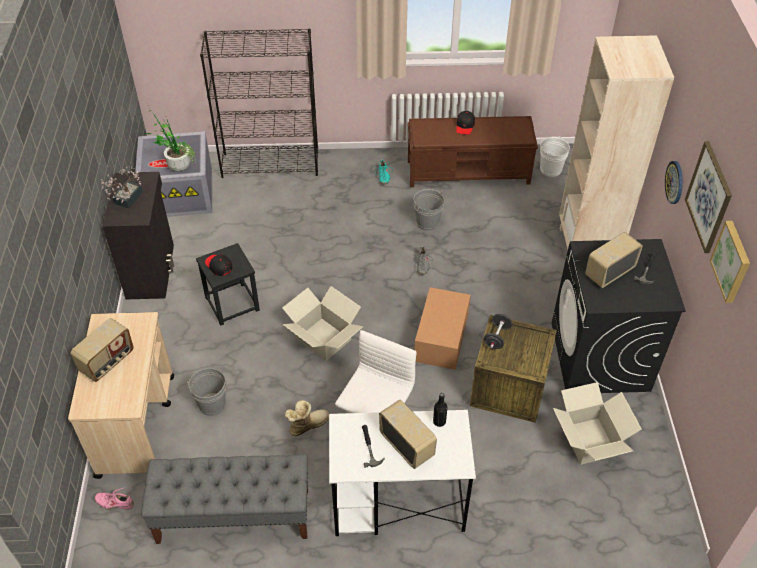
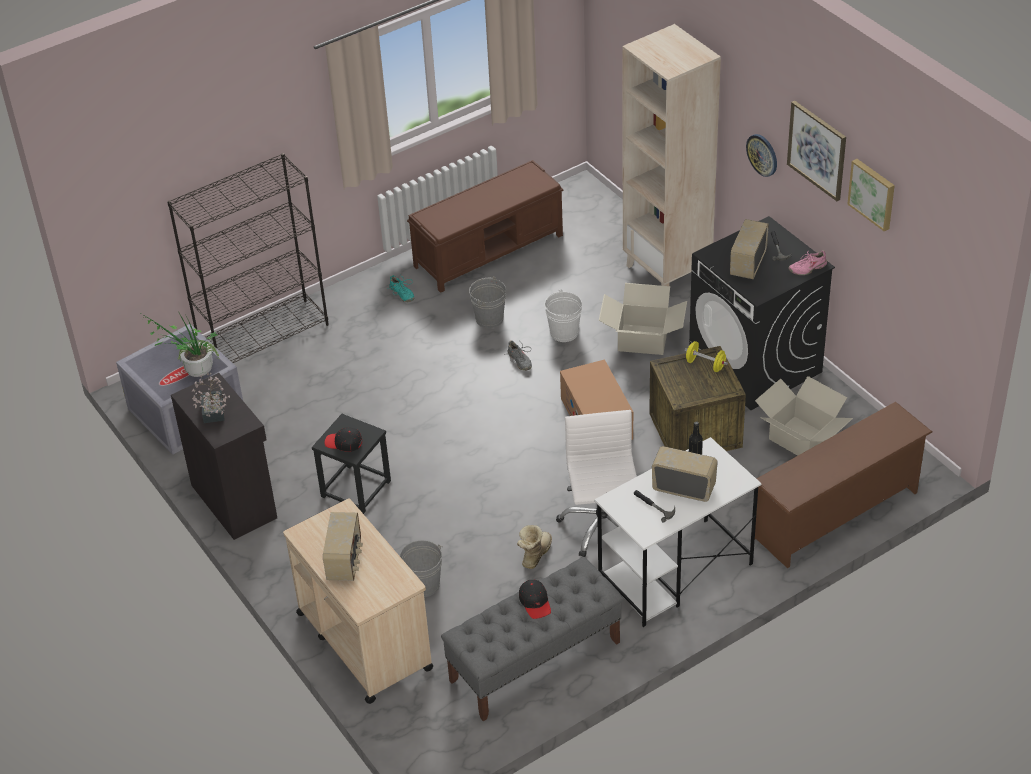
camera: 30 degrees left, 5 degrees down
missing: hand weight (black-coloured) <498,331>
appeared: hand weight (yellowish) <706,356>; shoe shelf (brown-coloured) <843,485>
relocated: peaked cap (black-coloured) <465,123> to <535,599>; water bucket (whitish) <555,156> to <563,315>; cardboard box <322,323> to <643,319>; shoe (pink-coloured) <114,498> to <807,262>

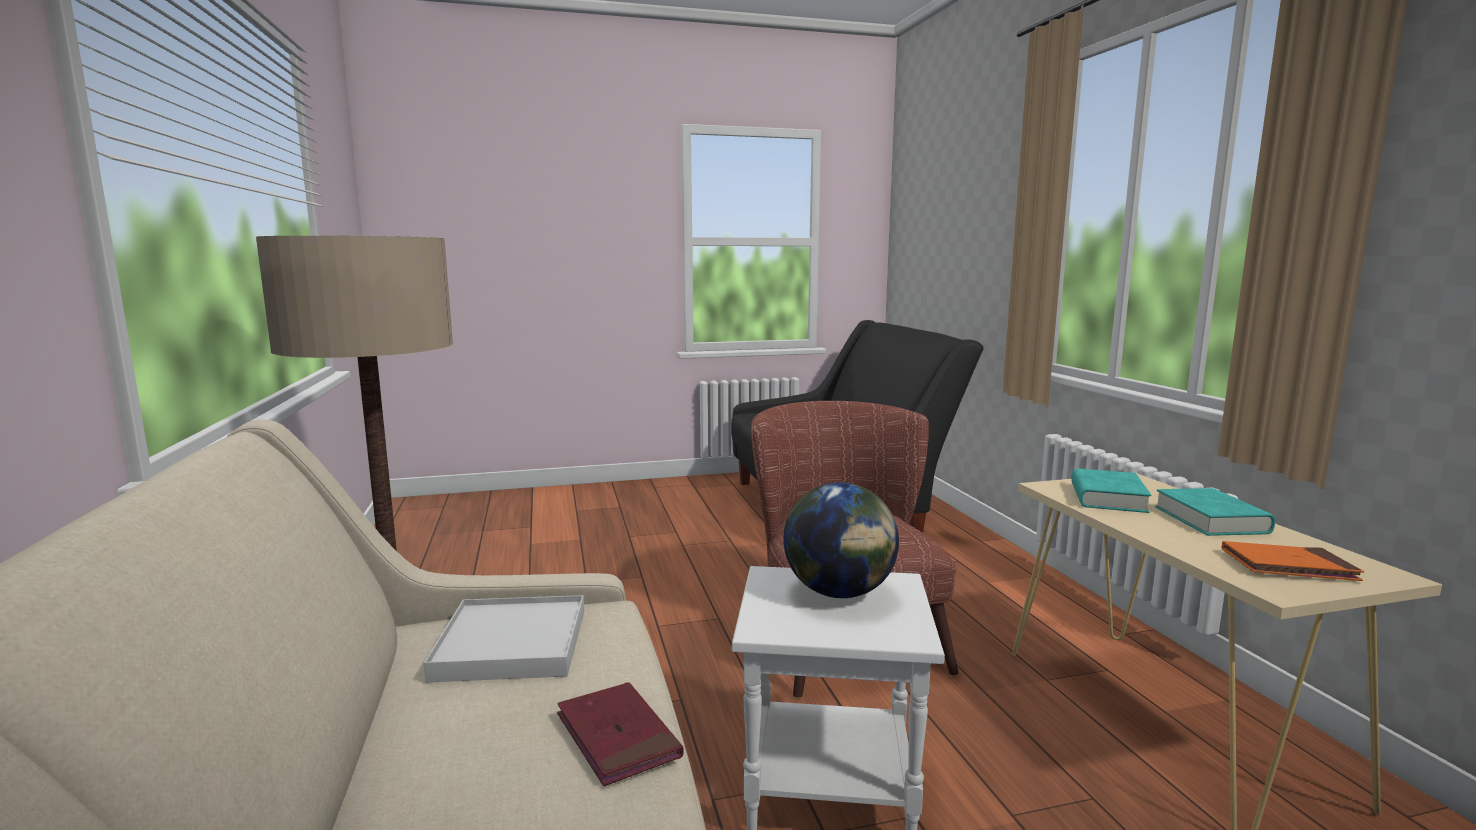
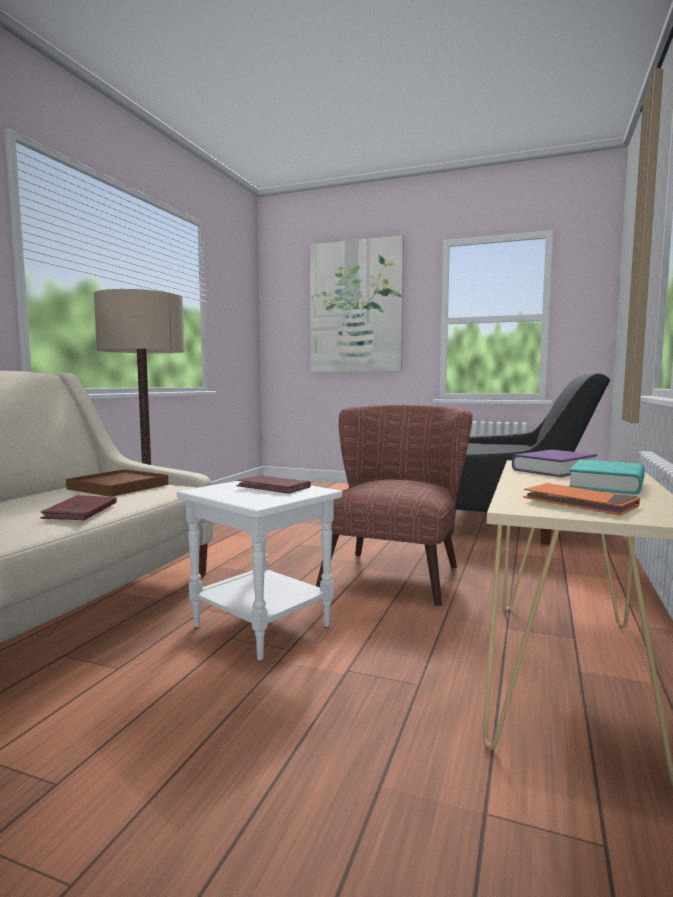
camera: 35 degrees right, 5 degrees down
appeared: wall picture <357,303>
exchanged: globe <841,540> to book (reddish) <273,484>
colour: tray (whitish) <504,639> to tray (brown-coloured) <117,483>; book (blue-green) <1111,491> to book (purple-coloured) <554,463>

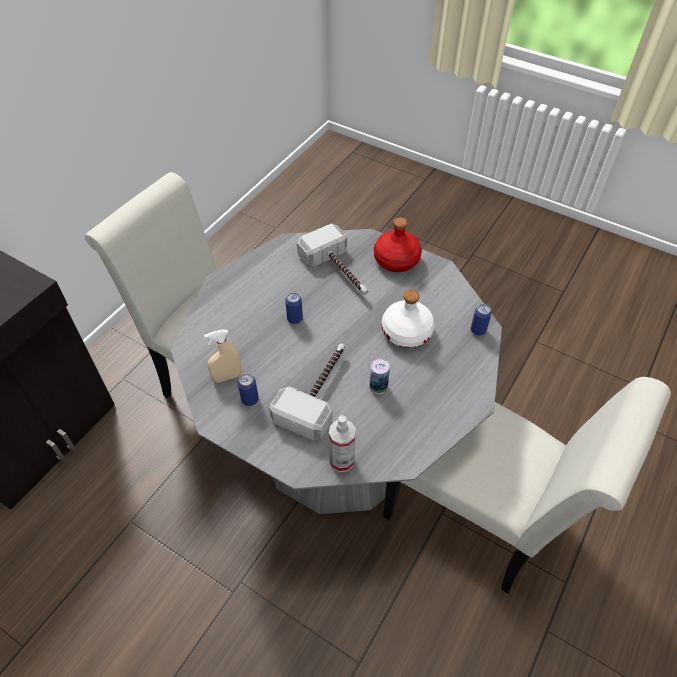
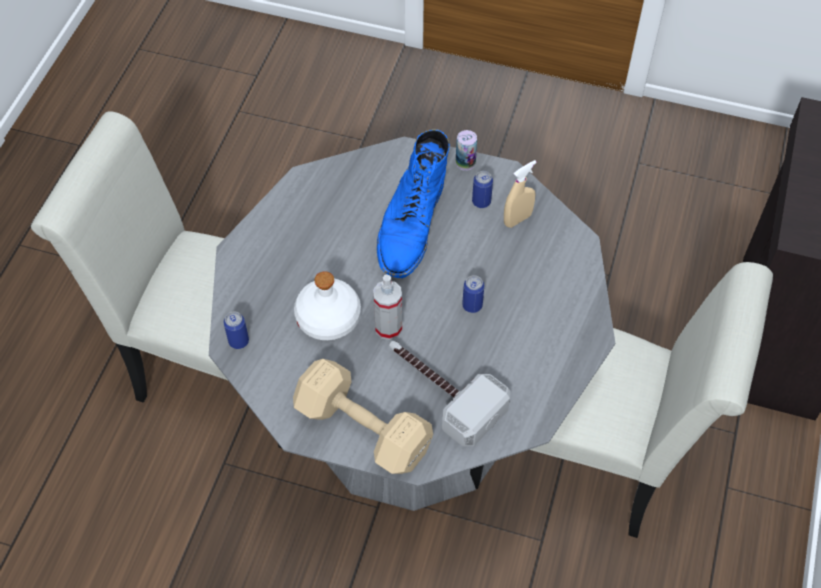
camera: 165 degrees right, 5 degrees up
relocated: hand sprayer <342,443> to <387,307>; metal can <379,376> to <466,150>
exchanged: bottle (reddish) <398,245> to hand weight (beige-coloured) <363,416>; hand hammer <307,391> to tall boot (blue-coloured) <413,203>

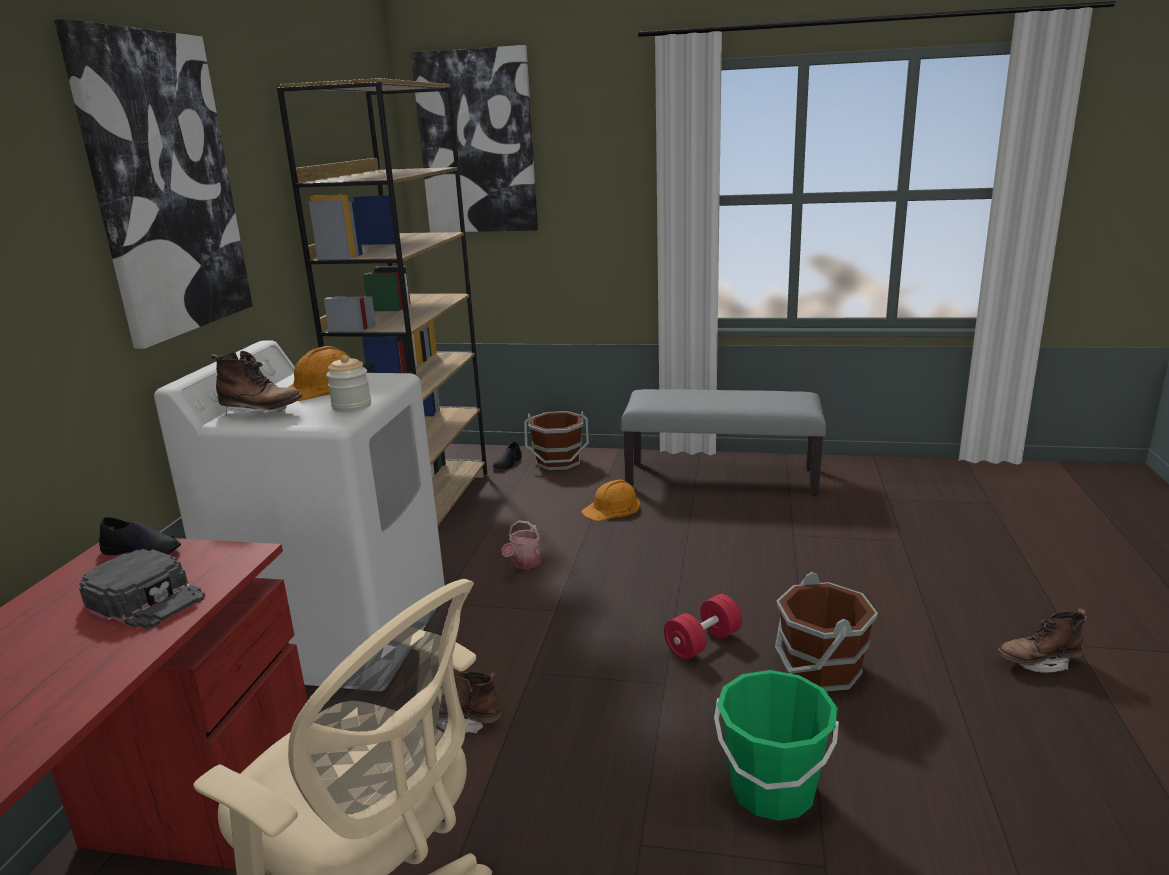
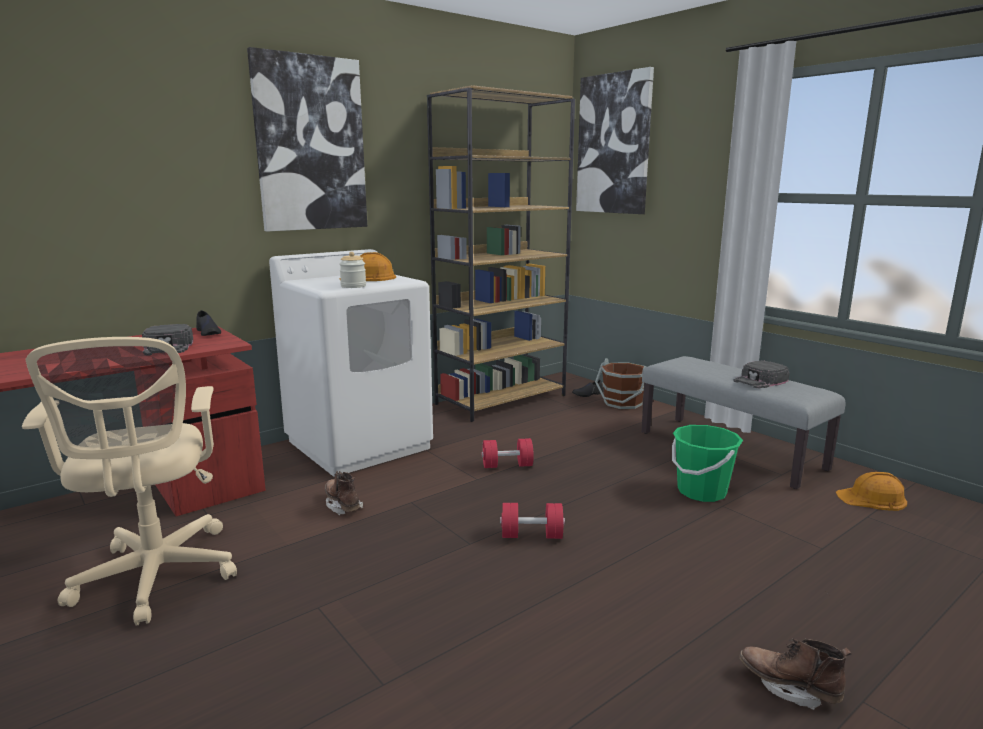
camera: 40 degrees right, 5 degrees down
missing: tall boot (brown-coloured) <257,384>; watering pot <521,544>; water bucket (brown-coloured) <826,632>
appeared: hand weight (reddish) <508,453>; peaked cap (black-coloured) <761,375>
relocated: water bucket (green-coloured) <776,745> to <707,463>; work helmet (orangey) <610,500> to <871,491>

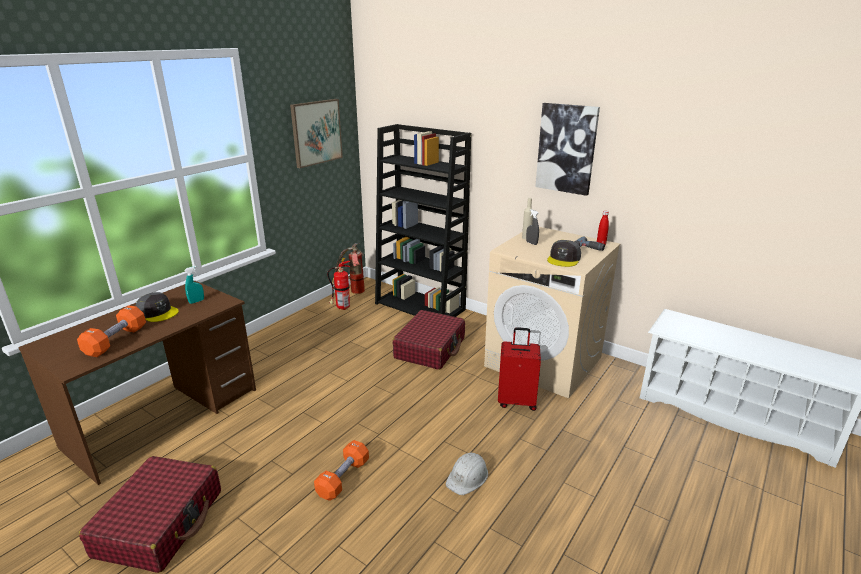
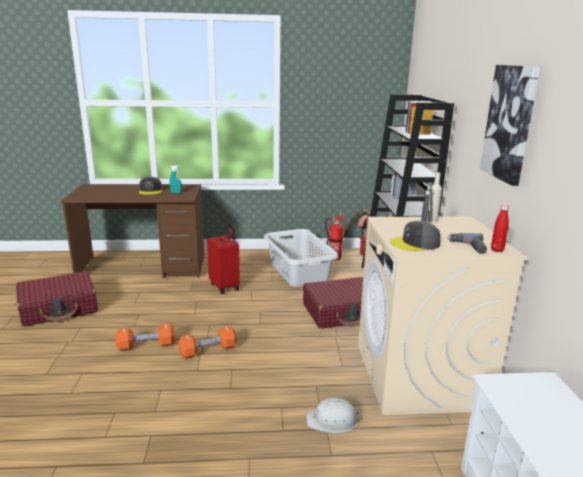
camera: 50 degrees right, 5 degrees down
missing: wall picture <316,133>
appeared: laundry basket (greyish) <301,258>
relocated: hand weight (orangey) <111,331> to <207,342>; travel case (reddish) <519,369> to <223,259>; work helmet (whitish) <467,474> to <333,415>

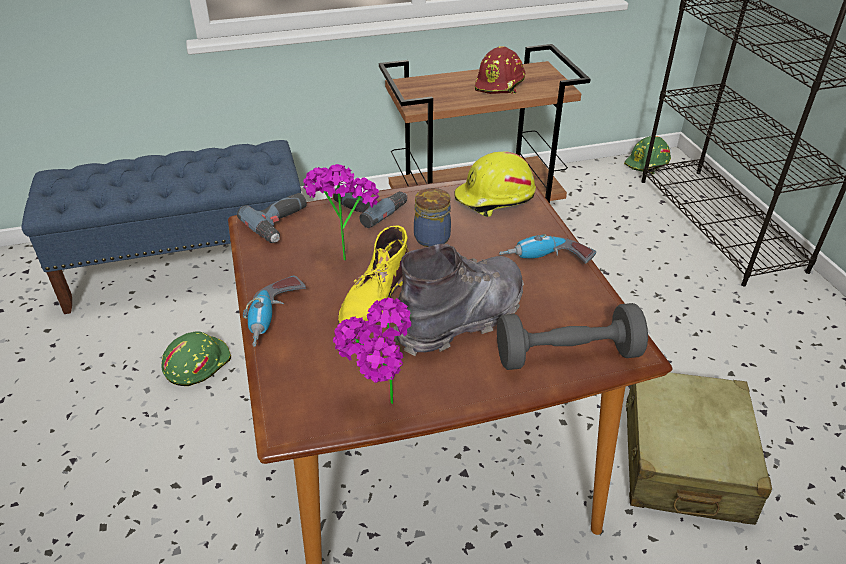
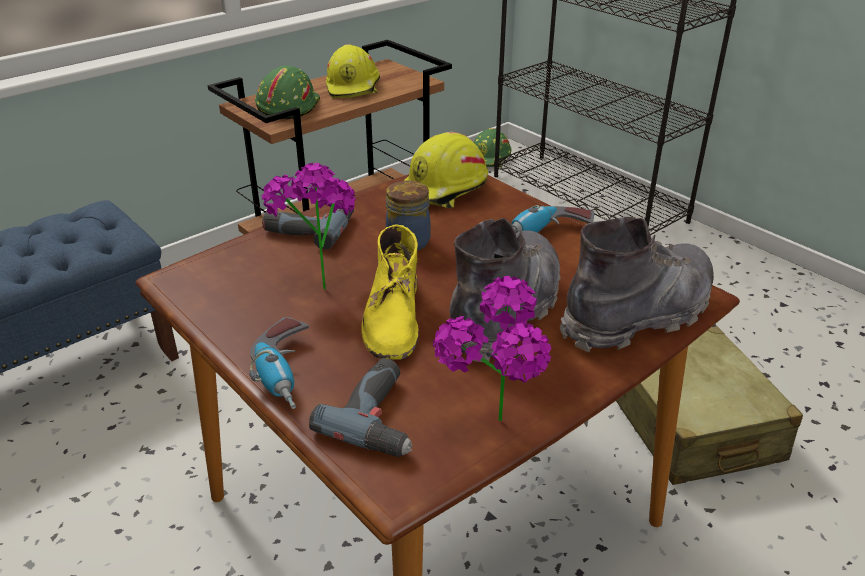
camera: 25 degrees left, 5 degrees down
relocated: work helmet (green-coloured) <196,358> to <287,92>; electric drill <272,218> to <361,407>
exchanged: hand weight (greyish) <572,336> to tall boot (greyish) <636,284>
colour: work helmet (reddish) <500,70> to work helmet (yellowish) <353,71>

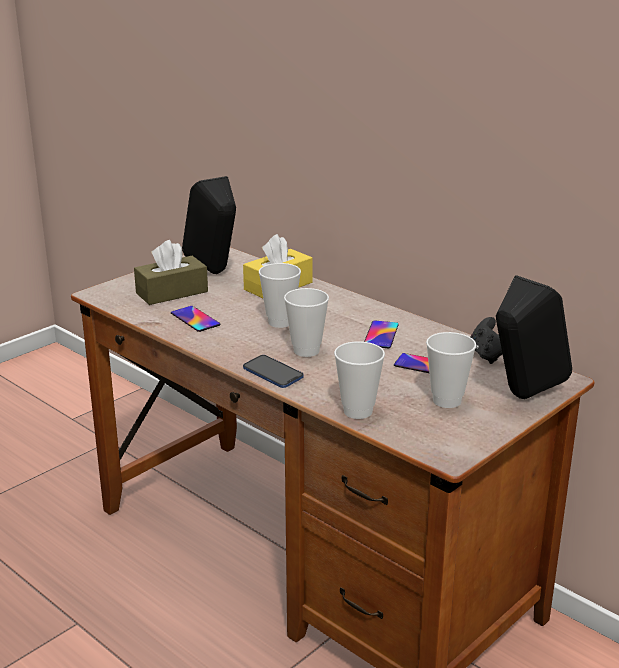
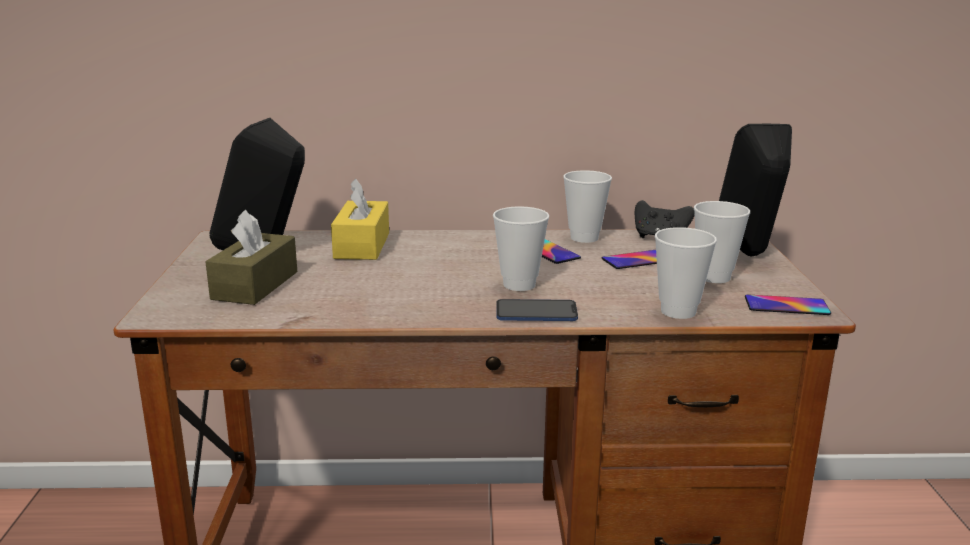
camera: 45 degrees left, 5 degrees down
relocated: small cup <280,295> to <587,206>; phone <196,319> to <788,304>

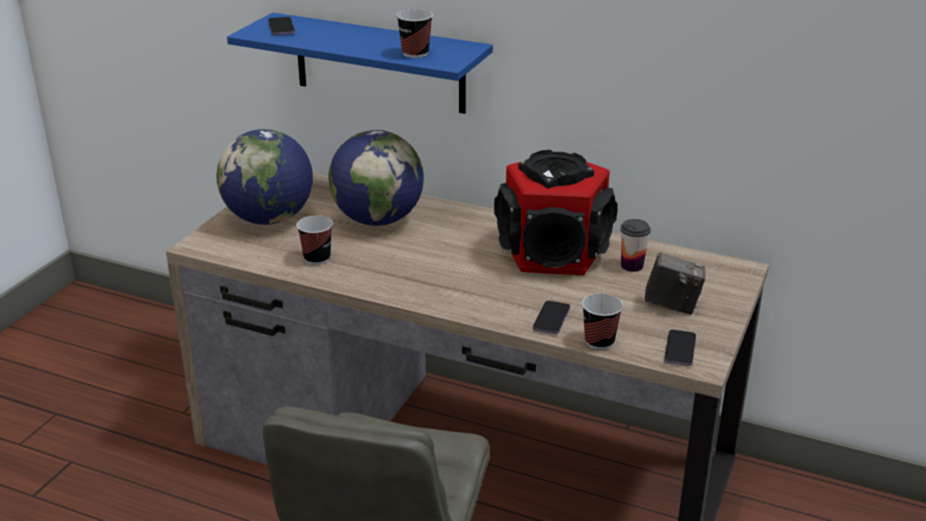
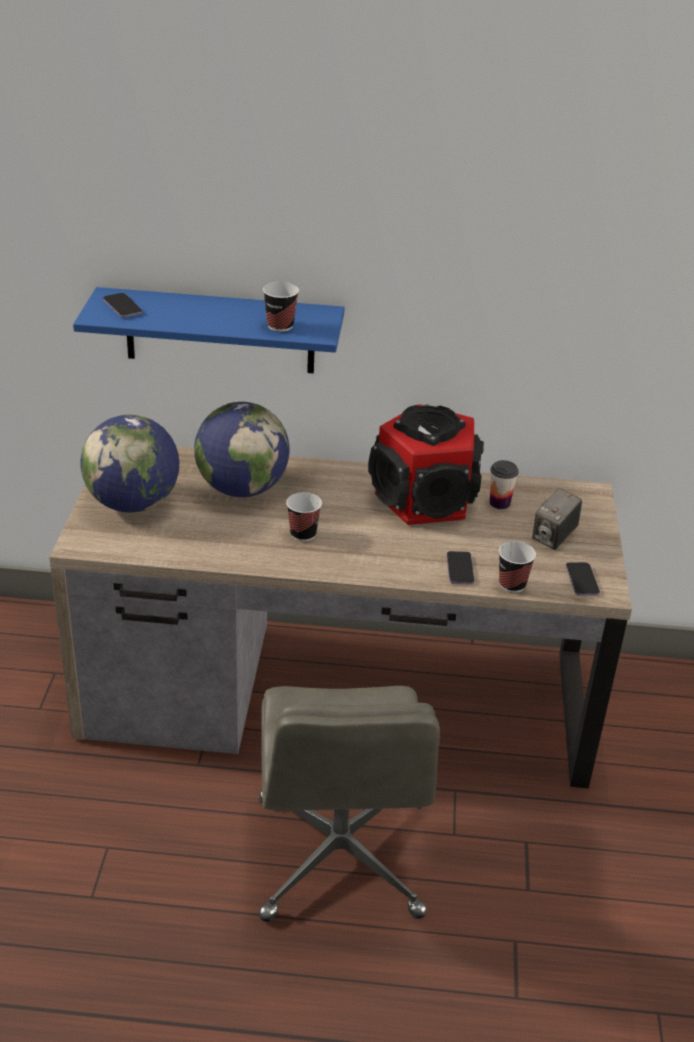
camera: 20 degrees left, 5 degrees up
relocated: small cup <314,240> to <304,517>
spun: photo camera <675,283> = <557,519> 135 degrees clockwise

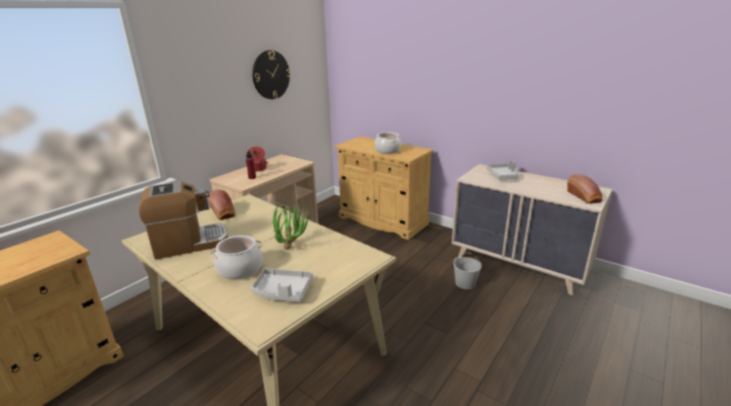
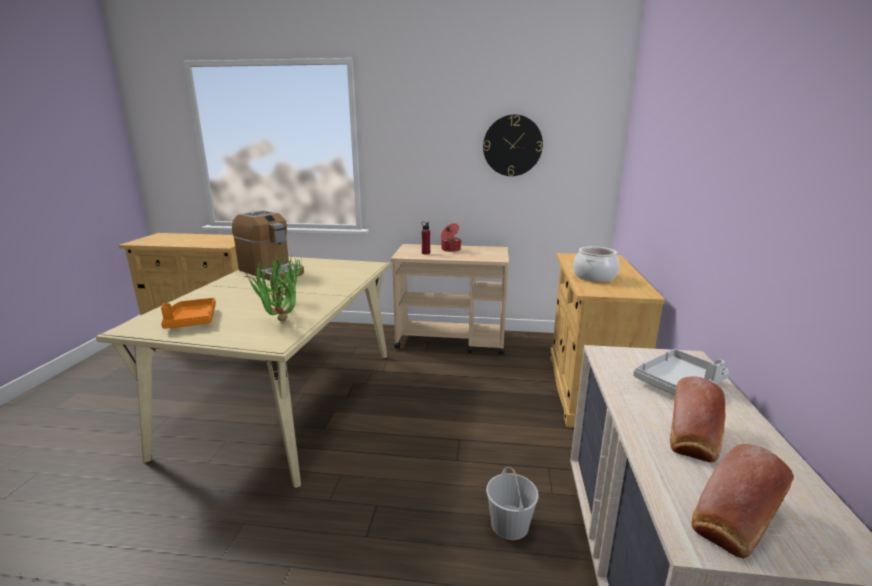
camera: 60 degrees right, 5 degrees down
missing: cooking pot <236,257>
appeared: houseplant <270,295>
relocated: bread <221,205> to <697,419>
colour: tray (greyish) <282,285> to tray (orangey) <188,313>

